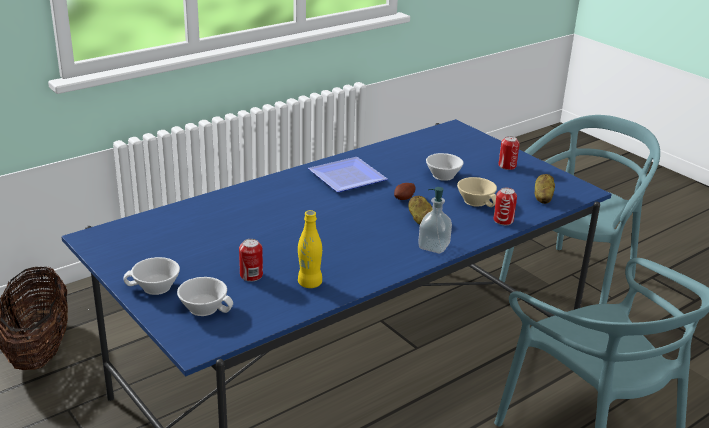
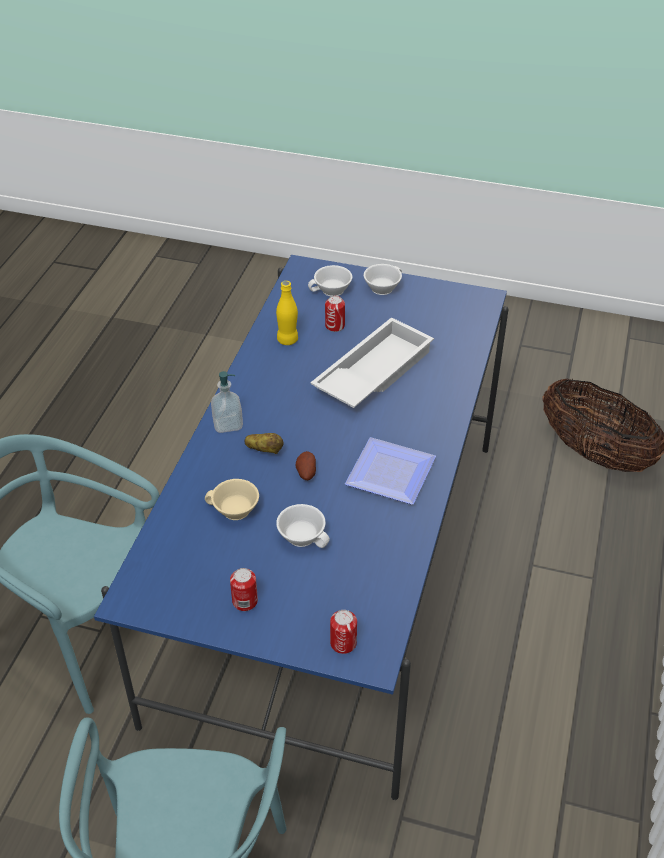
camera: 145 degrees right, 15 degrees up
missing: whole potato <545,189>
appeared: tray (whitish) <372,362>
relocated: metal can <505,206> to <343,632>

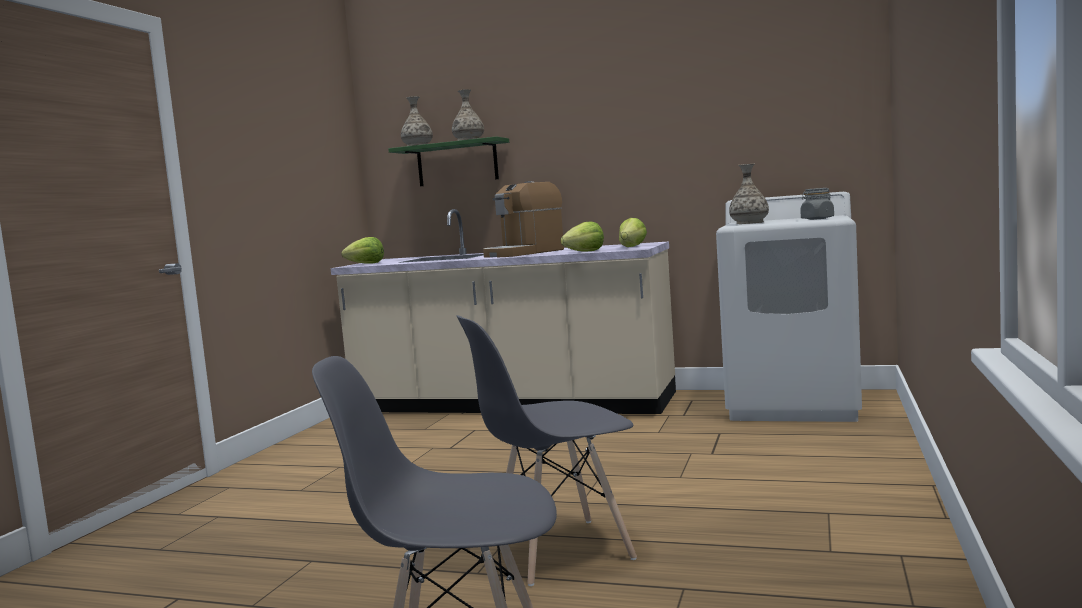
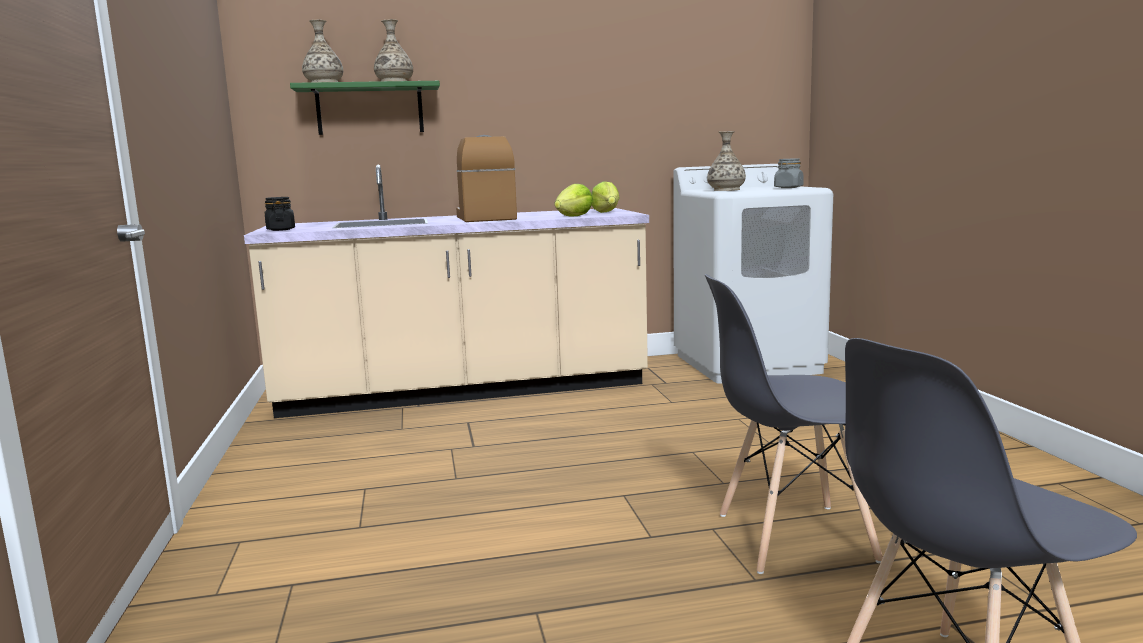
camera: 30 degrees left, 5 degrees up
exchanged: lettuce <362,250> to jar (black-coloured) <279,214>
spun: coffee maker <523,219> = <486,178> 150 degrees clockwise; plain chair (greyish) <546,450> = <794,424> 45 degrees clockwise

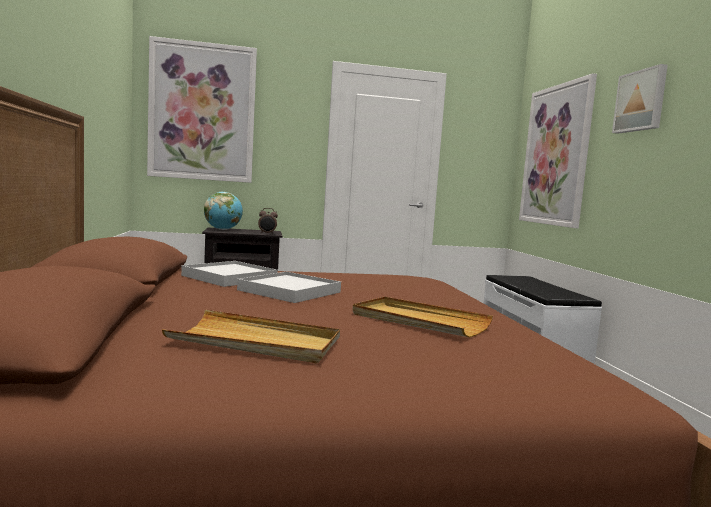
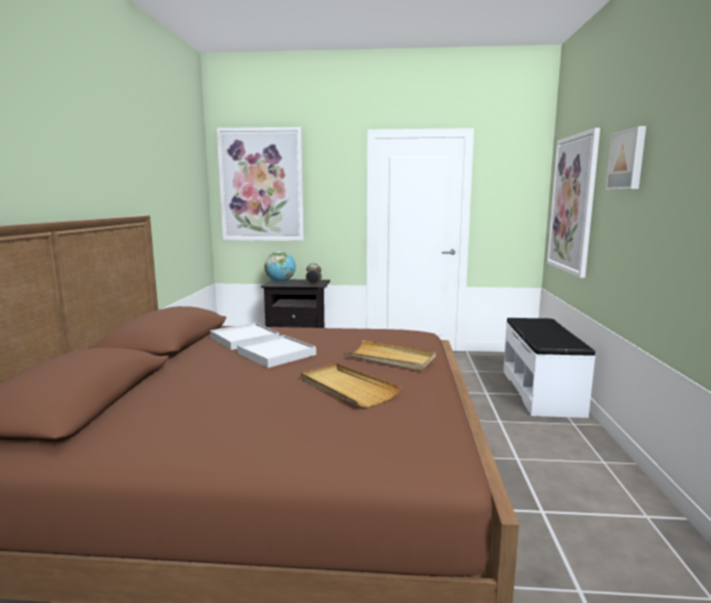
camera: 15 degrees right, 5 degrees up
relocated: tray (beige-coloured) <251,336> to <390,355>

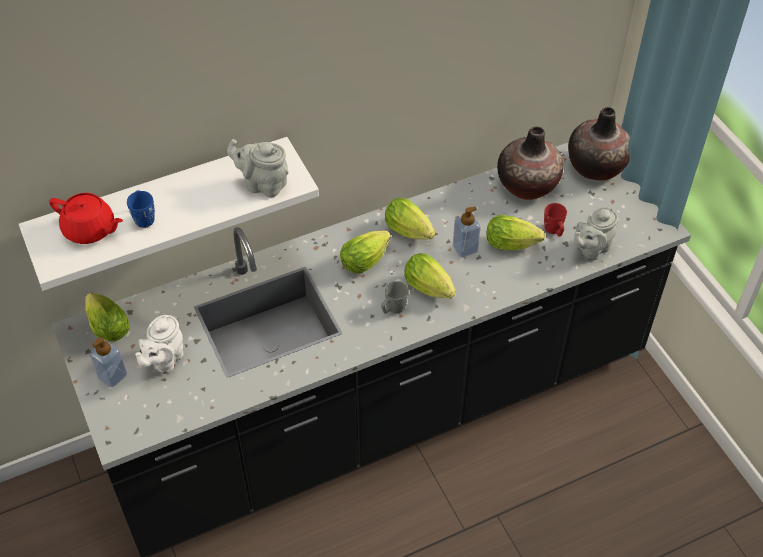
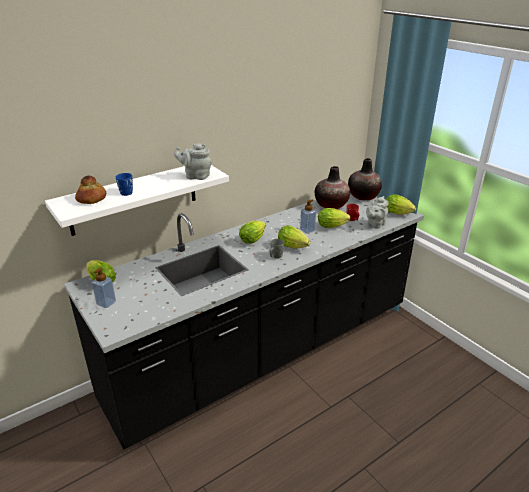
camera: 10 degrees left, 20 degrees down
missing: teapot (whitish) <159,344>
relocated: lettuce <410,218> to <401,204>
exchanged: teapot (reddish) <86,218> to bread <90,190>

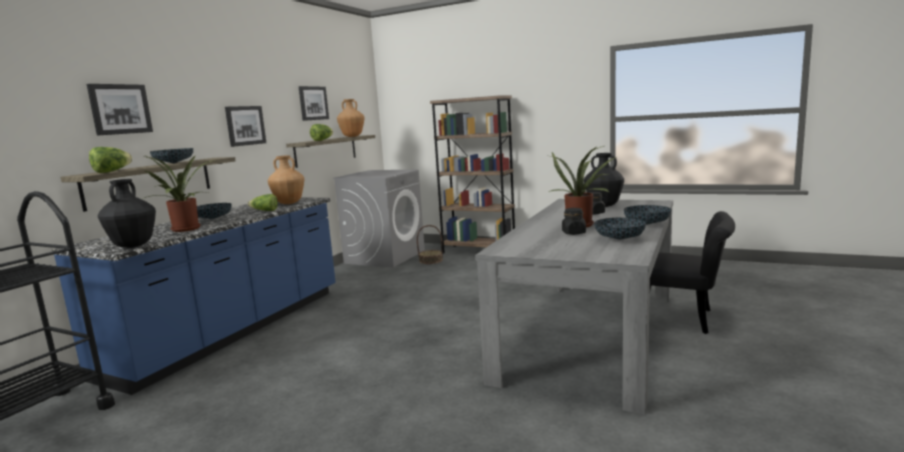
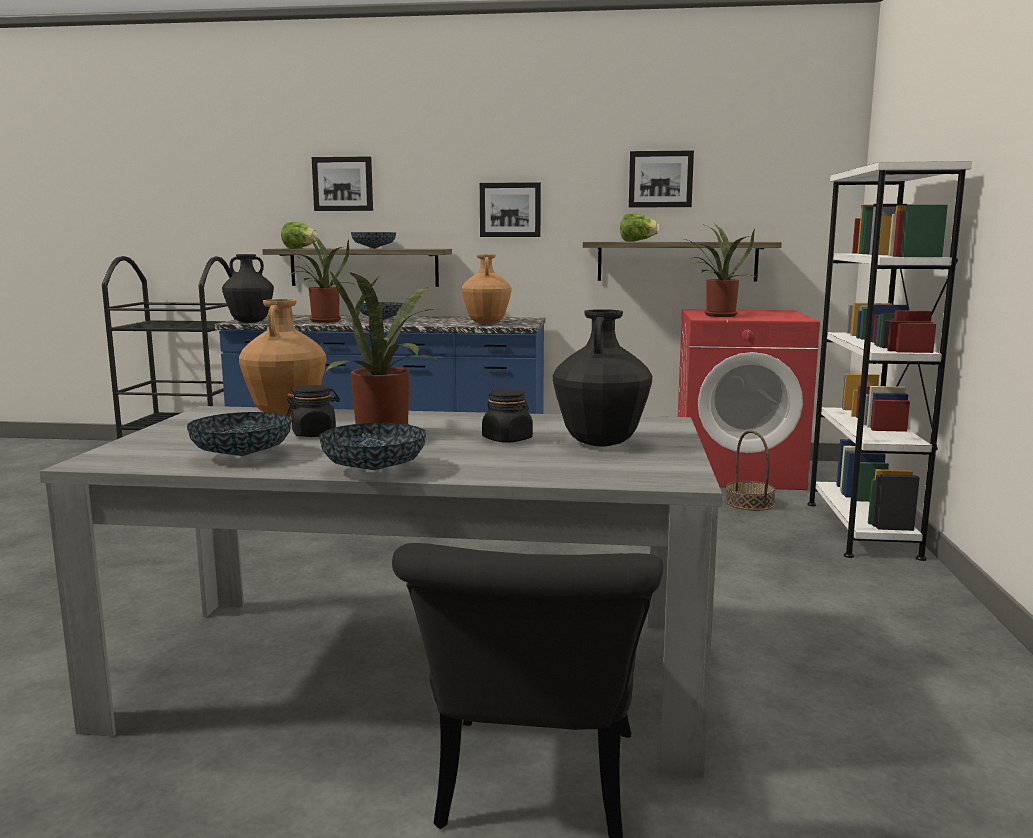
camera: 70 degrees right, 0 degrees up
missing: lettuce <262,202>
appeared: houseplant <721,270>
relocated: flower vase (brown-coloured) <350,118> to <282,358>
colour: laundry appliance (greyish) <379,219> to laundry appliance (reddish) <749,399>; bookcase (brown-coloured) <472,174> to bookcase (whitish) <889,361>

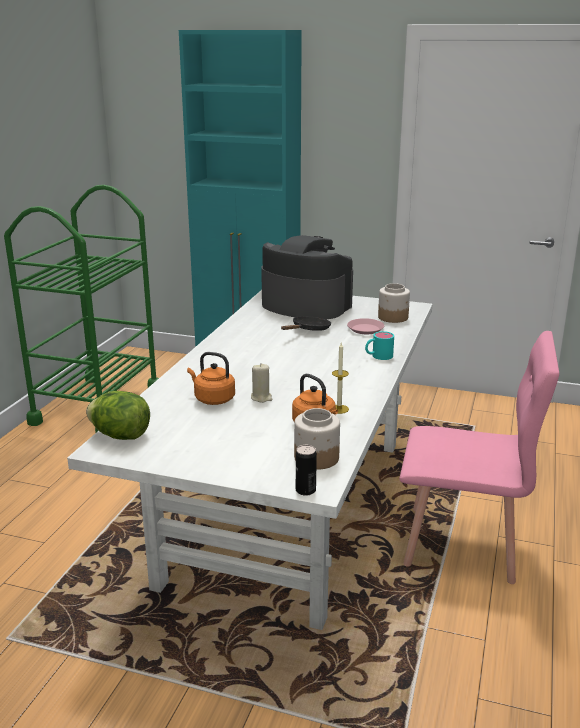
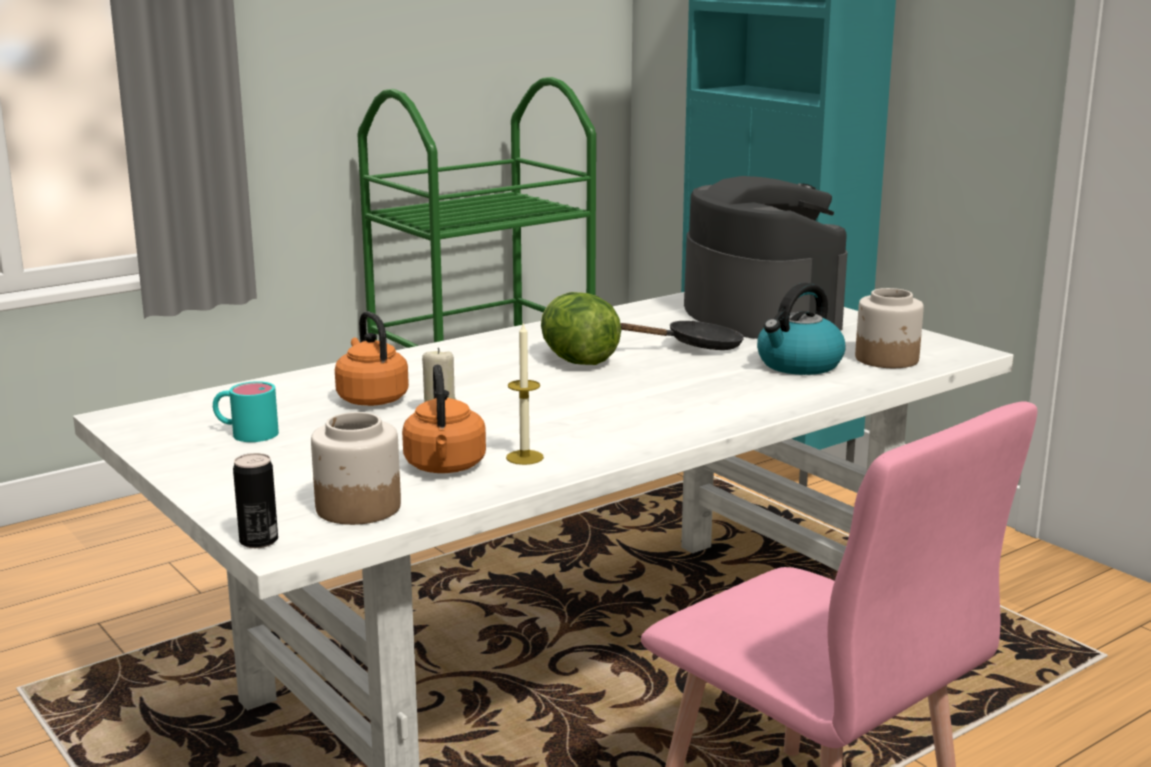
camera: 35 degrees right, 5 degrees down
relocated: tea mug (blue-green) <379,345> to <246,411>; lettuce <118,415> to <581,328>
exchanged: dinner plate (pink-coloured) <365,326> to kettle <801,329>

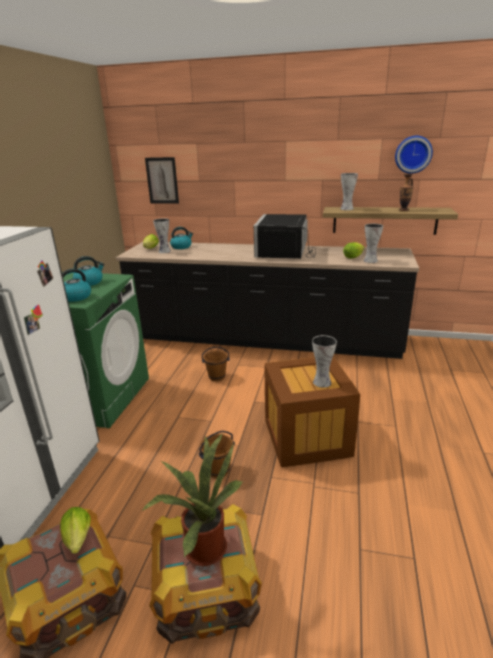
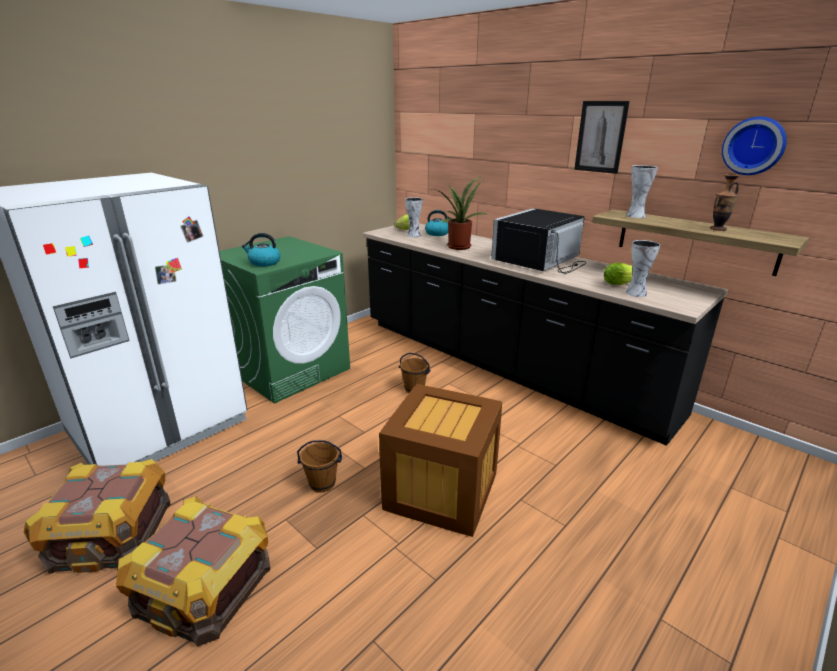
camera: 30 degrees right, 0 degrees up
missing: lettuce <75,530>; kettle <89,271>; flower vase <324,361>
relocated: houseplant <193,499> to <459,213>; wall picture <162,180> to <602,137>

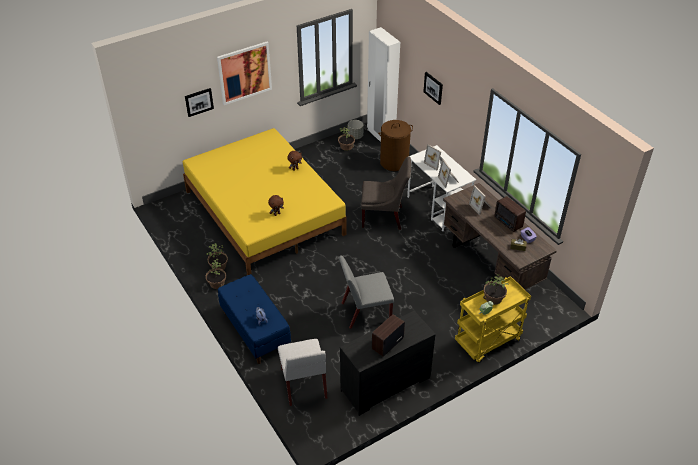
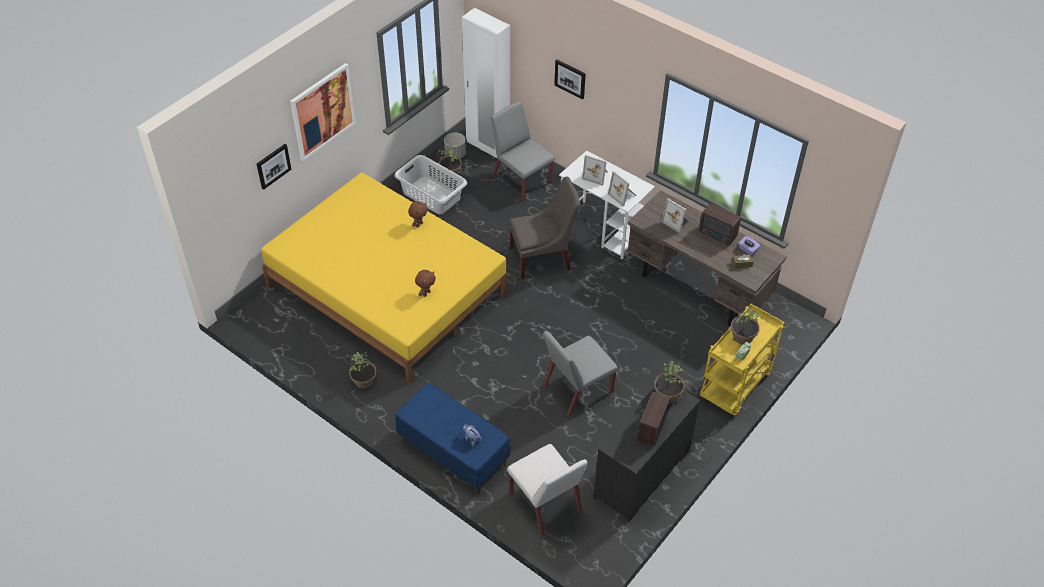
camera: 20 degrees left, 5 degrees up
appeared: laundry basket (greyish) <431,184>
relocated: houseplant <216,274> to <669,382>
exchanged: laundry basket (brown-coloured) <395,145> to plain chair (greyish) <523,151>

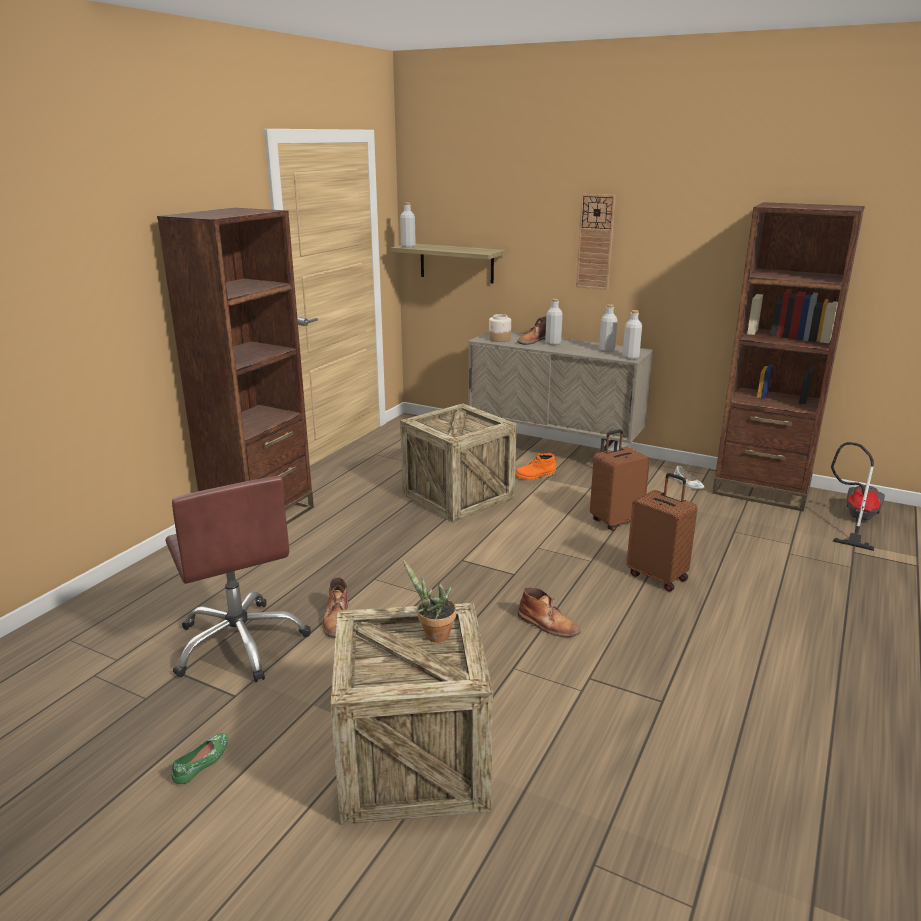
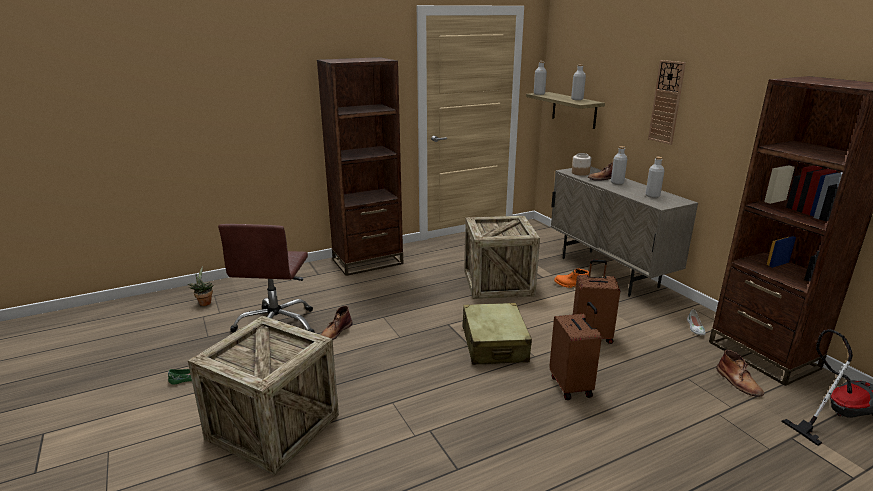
camera: 35 degrees right, 0 degrees up
appeared: travel case (beige-coloured) <497,334>
relocated: houseplant <429,601> to <200,286>; bottle (greyish) <632,334> to <578,82>; tall boot (brown-coloured) <549,612> to <740,373>

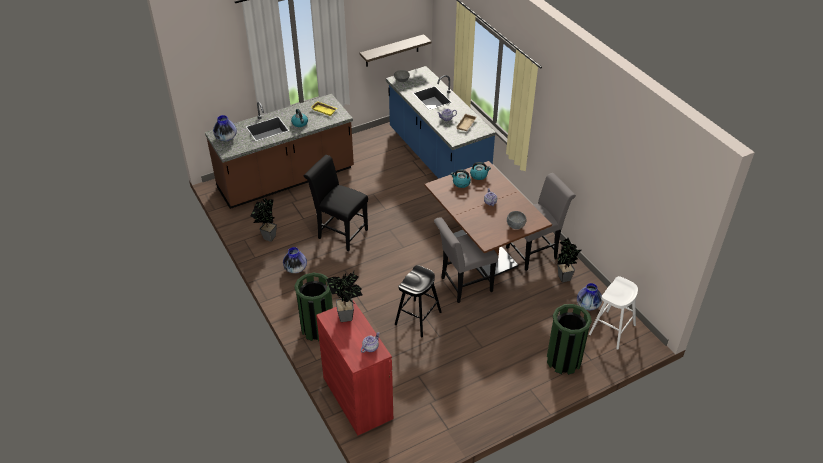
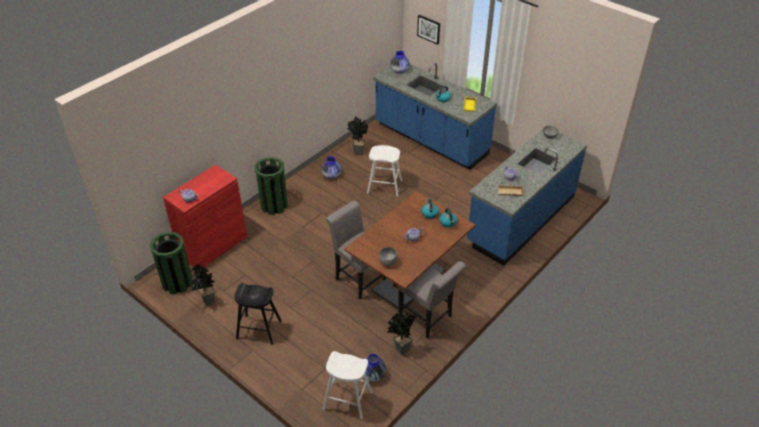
camera: 70 degrees right, 0 degrees up
missing: shelf <396,50>
appeared: wall picture <428,30>
relocated: rubbish bin (green-coloured) <569,339> to <171,263>; houseplant <344,296> to <203,284>; stool seat (black-coloured) <418,301> to <258,314>
exchanged: plain chair (black-coloured) <336,203> to stool seat (whitish) <384,171>
colour: kitchen counter (brown-coloured) <279,151> to kitchen counter (blue-coloured) <435,116>

